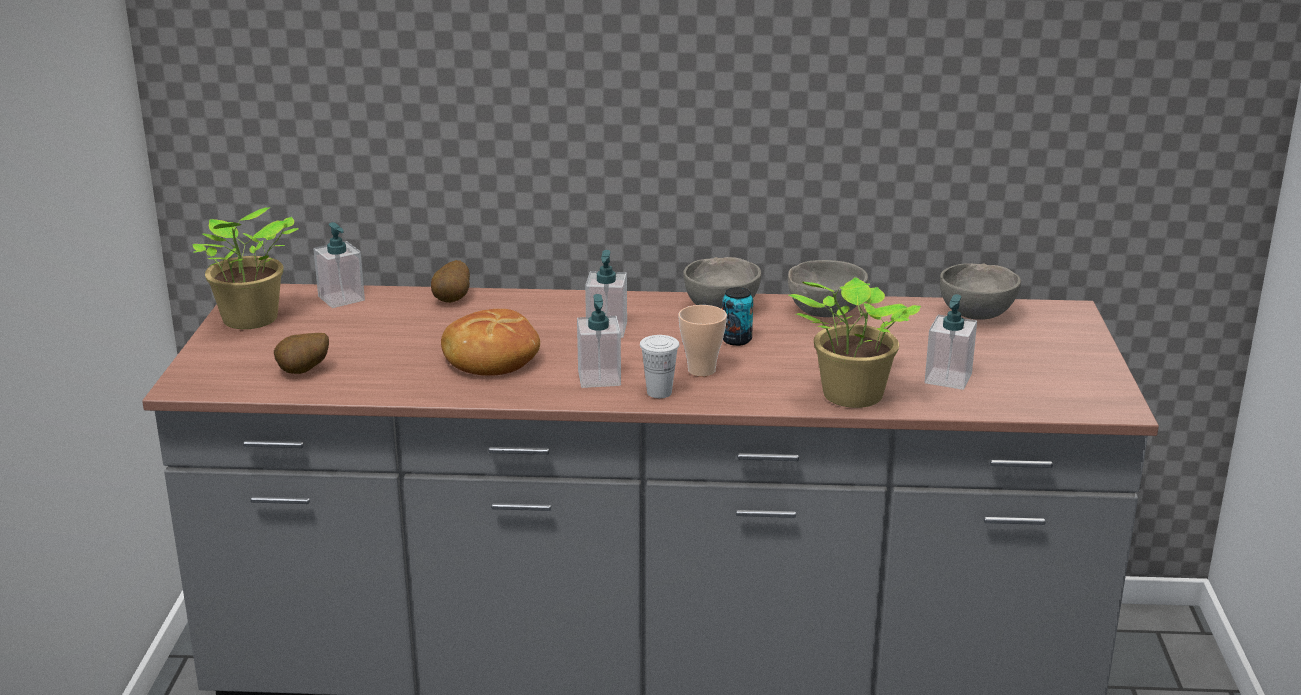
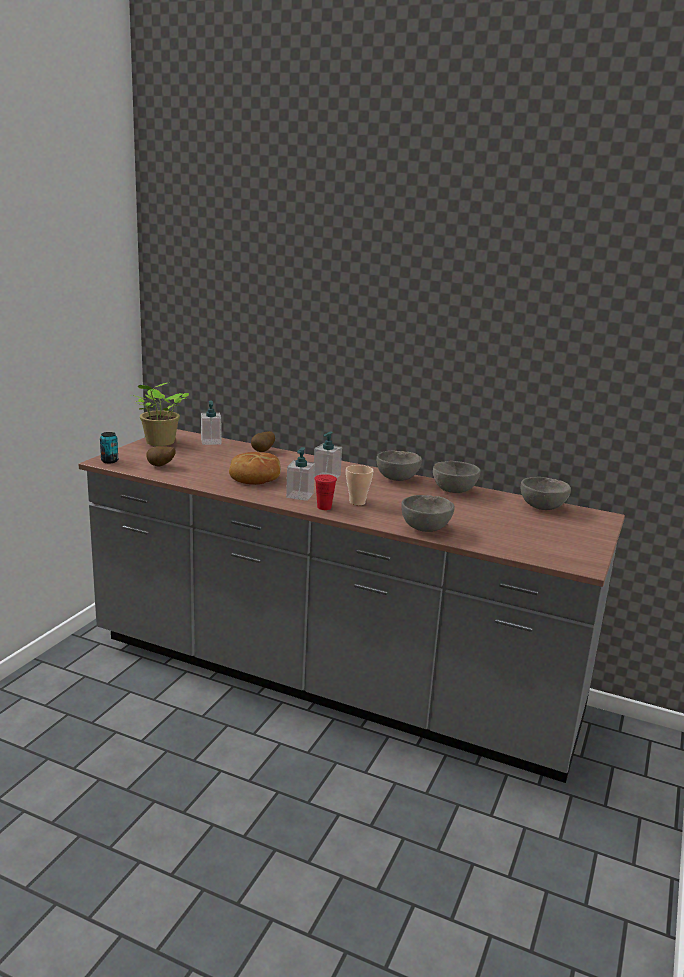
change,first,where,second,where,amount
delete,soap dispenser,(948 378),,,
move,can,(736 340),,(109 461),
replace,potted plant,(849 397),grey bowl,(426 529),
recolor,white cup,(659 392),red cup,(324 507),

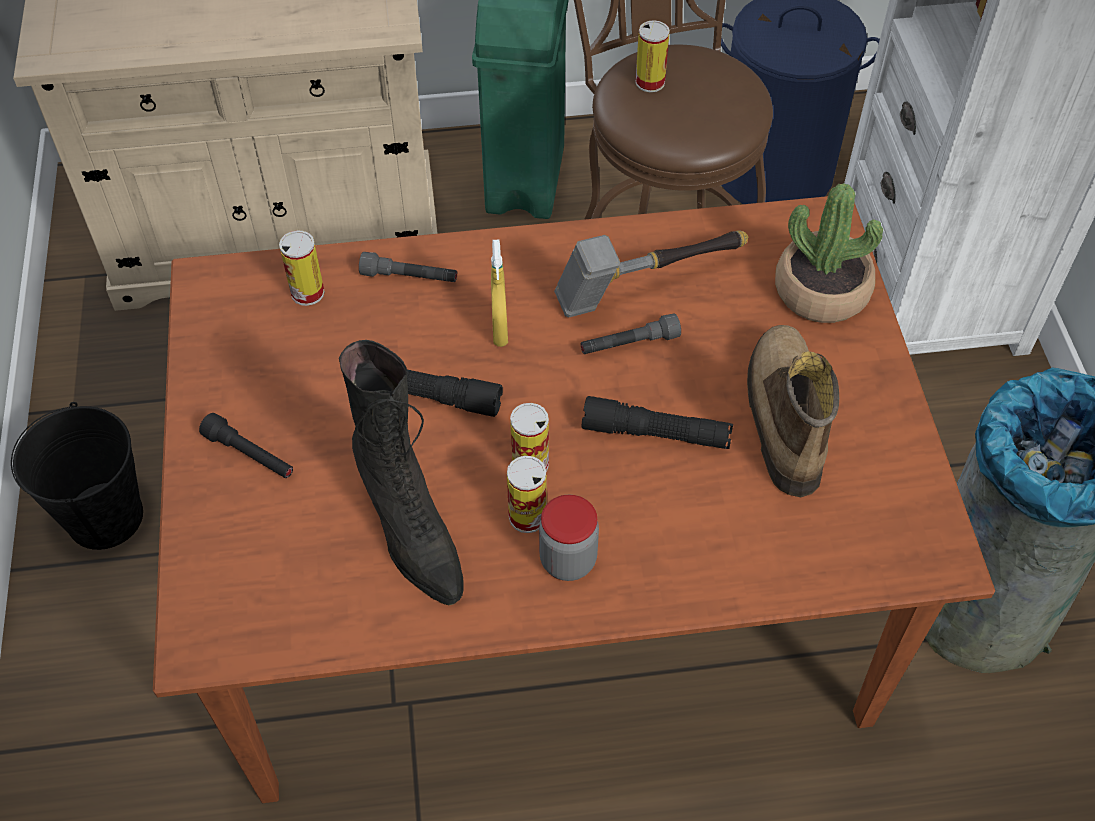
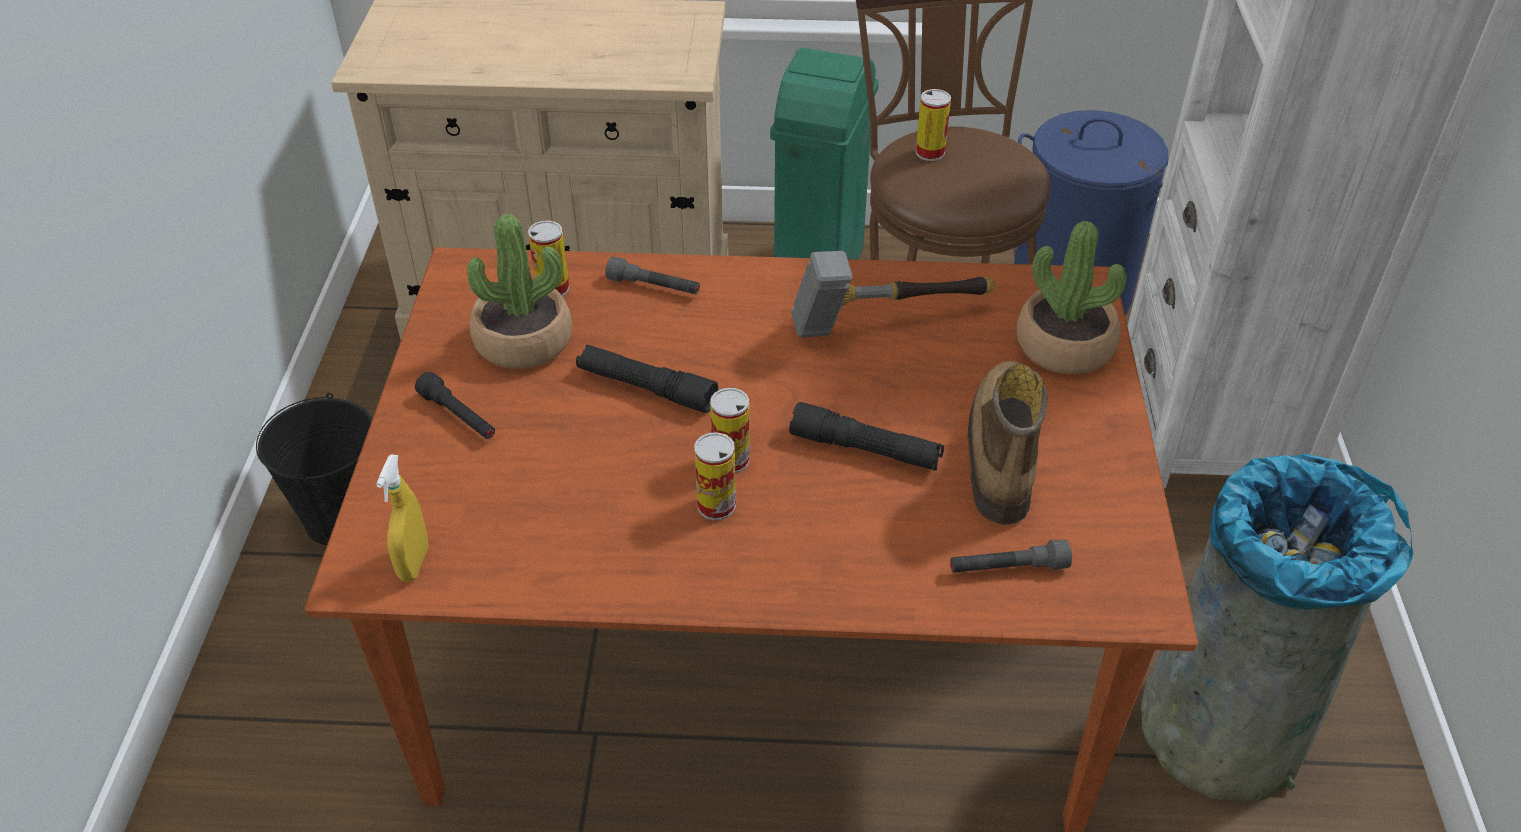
change,first,where,second,where,amount
delete,black boot,(410 530),,,
delete,jar,(568 560),,,
insert,,,potted plant,(523 341),
move,yellow spray bottle,(500 330),,(414 563),
move,grey flashlight,(629 344),,(1007 568),

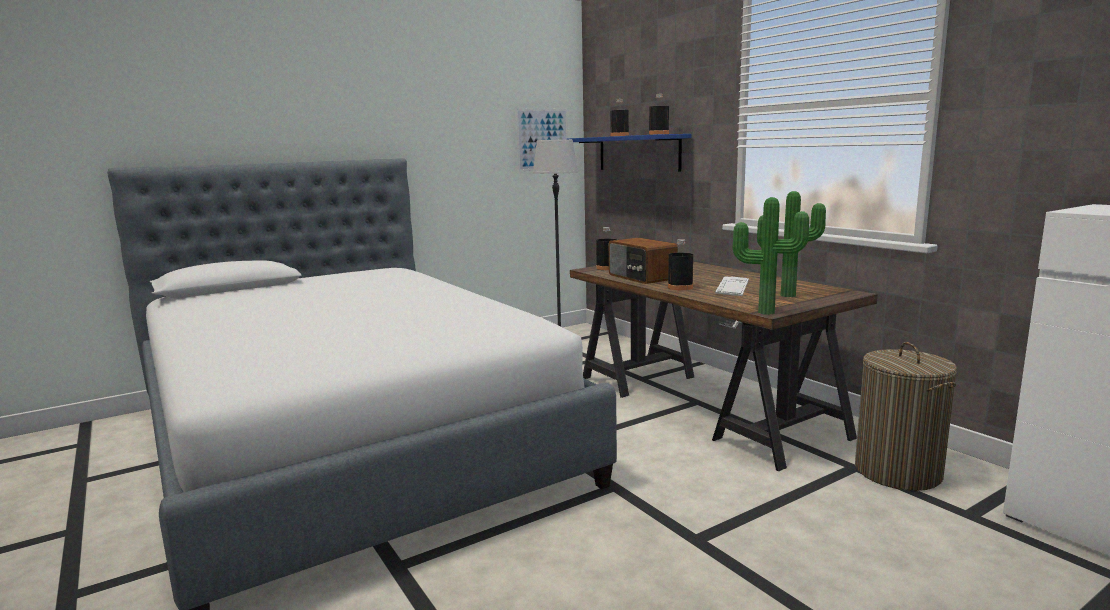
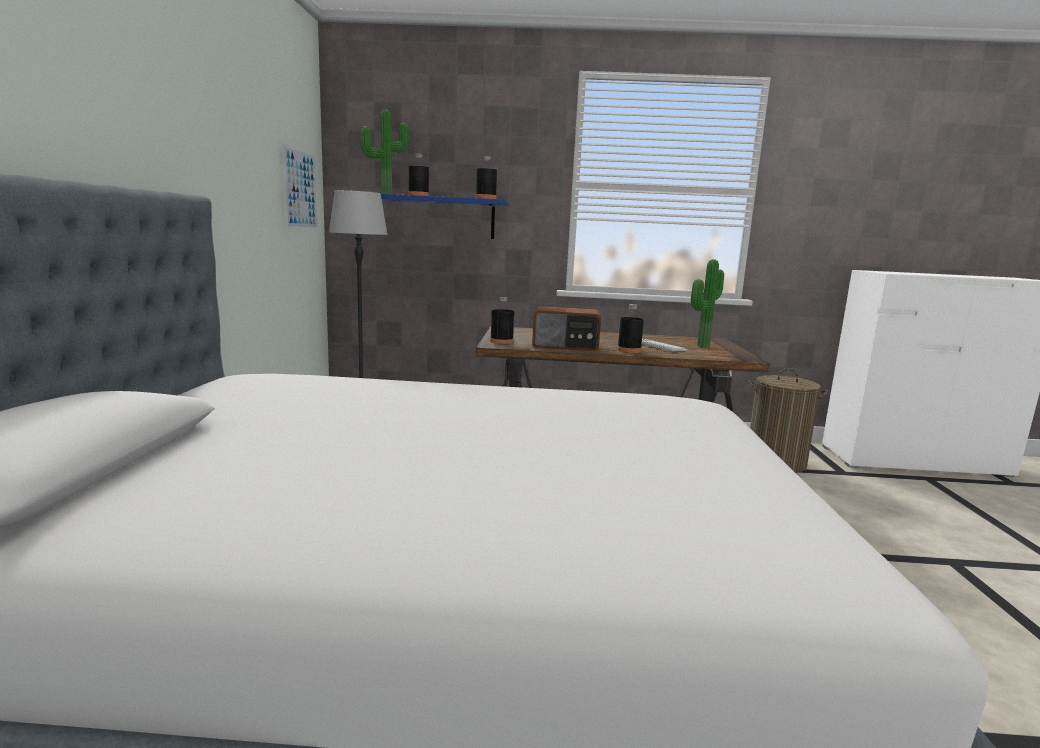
change,first,where,second,where,amount
move,potted plant,(766 311),,(385 194),

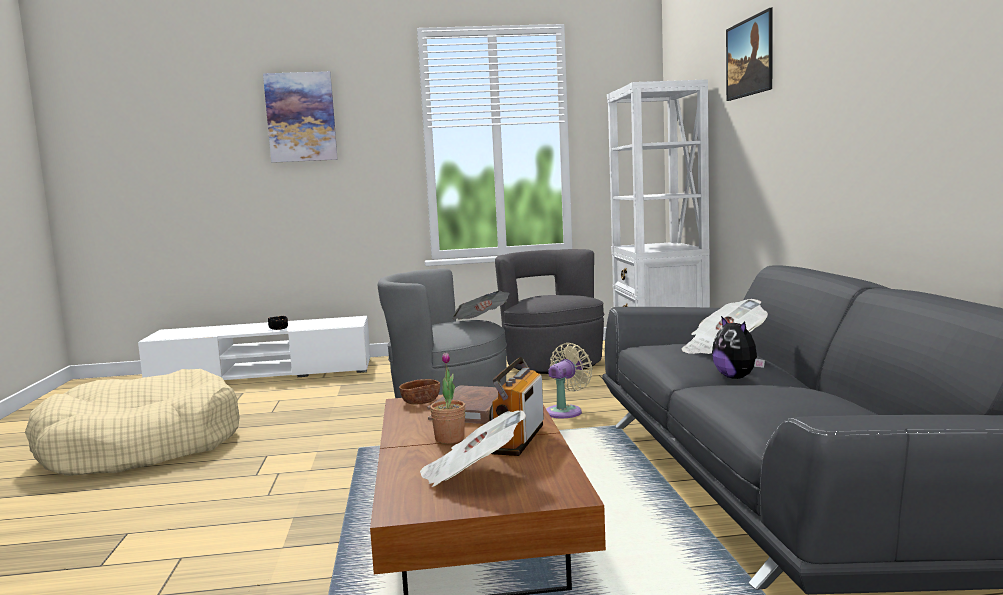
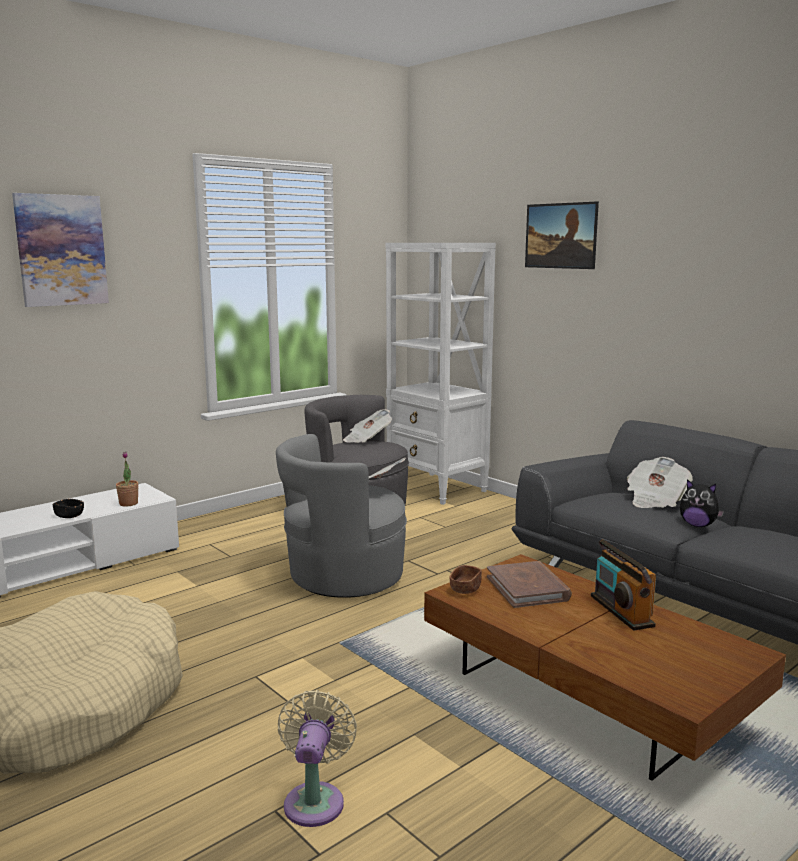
change,first,where,second,where,amount
move,newspaper,(471 475),,(367 439),
move,potted plant,(449 439),,(128 503),
move,beige fan,(566 411),,(315 799),

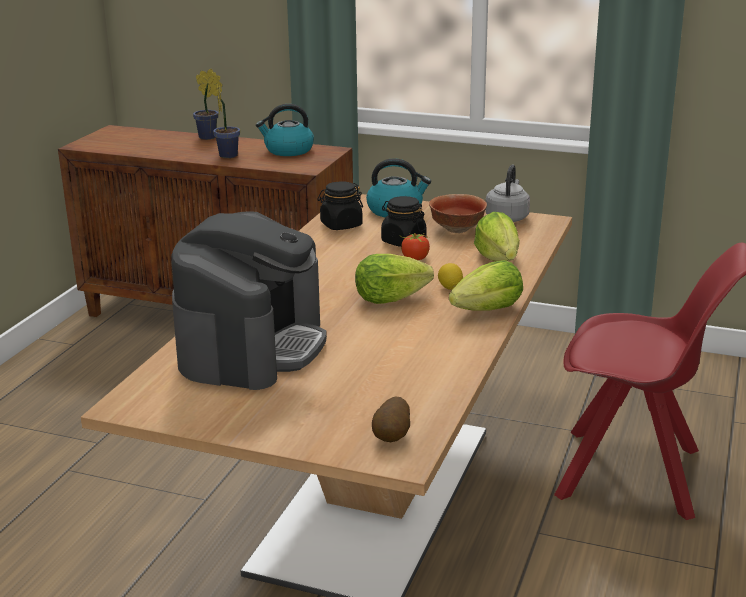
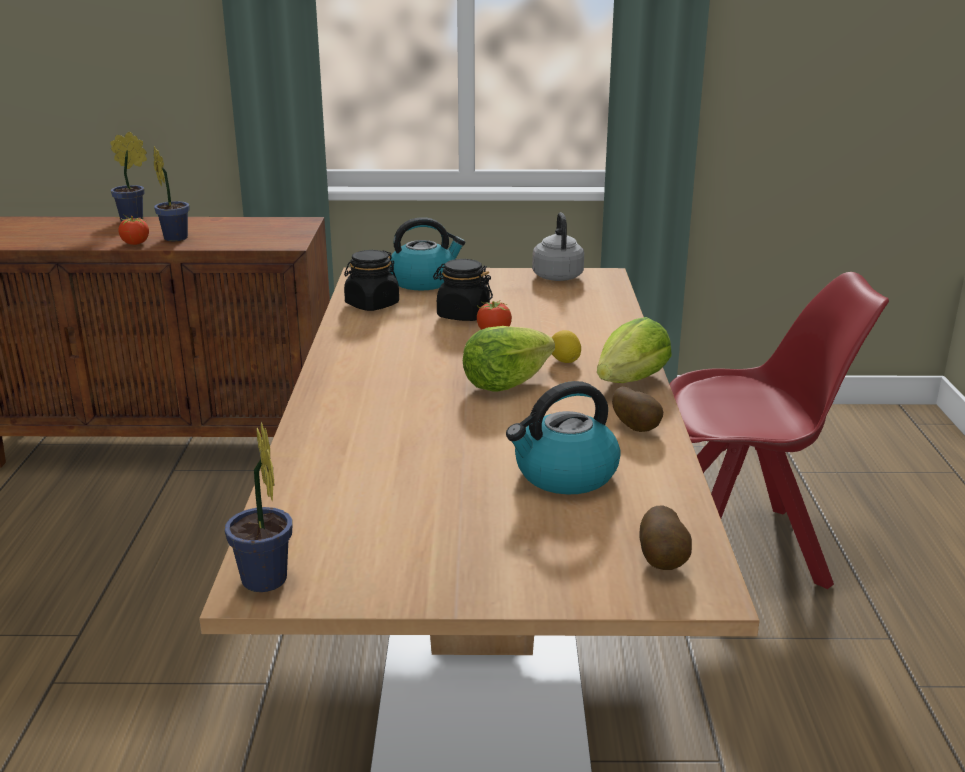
change,first,where,second,where,amount
delete,coffee machine,(252 347),,,
delete,bowl,(458 229),,,
delete,lettuce,(498 259),,,
insert,,,tomato,(135 243),
insert,,,potted plant,(265 583),
insert,,,potato,(637 428),
move,kettle,(288 150),,(564 475),

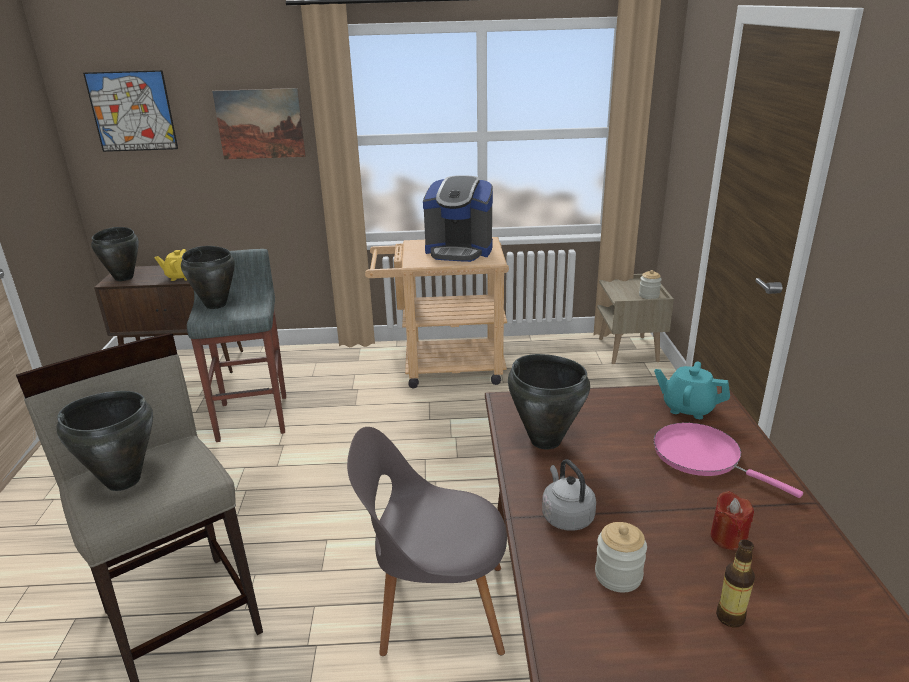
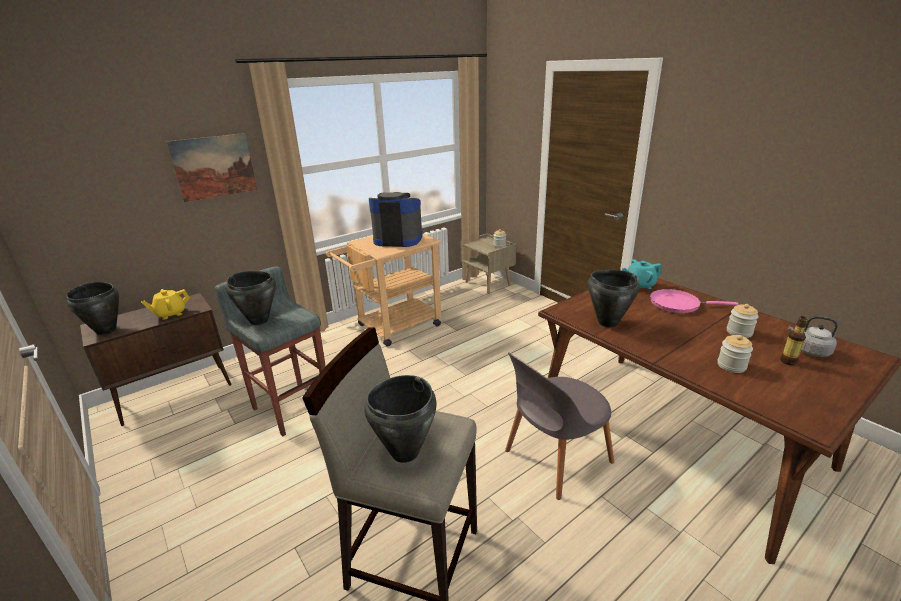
change,first,where,second,where,amount
delete,picture,(132 111),,,
move,grey kettle,(566 516),,(809 351),
replace,red candle,(728 538),jar,(739 332),
rotate,coffee machine,(459 251),,(398 239),150 degrees counterclockwise

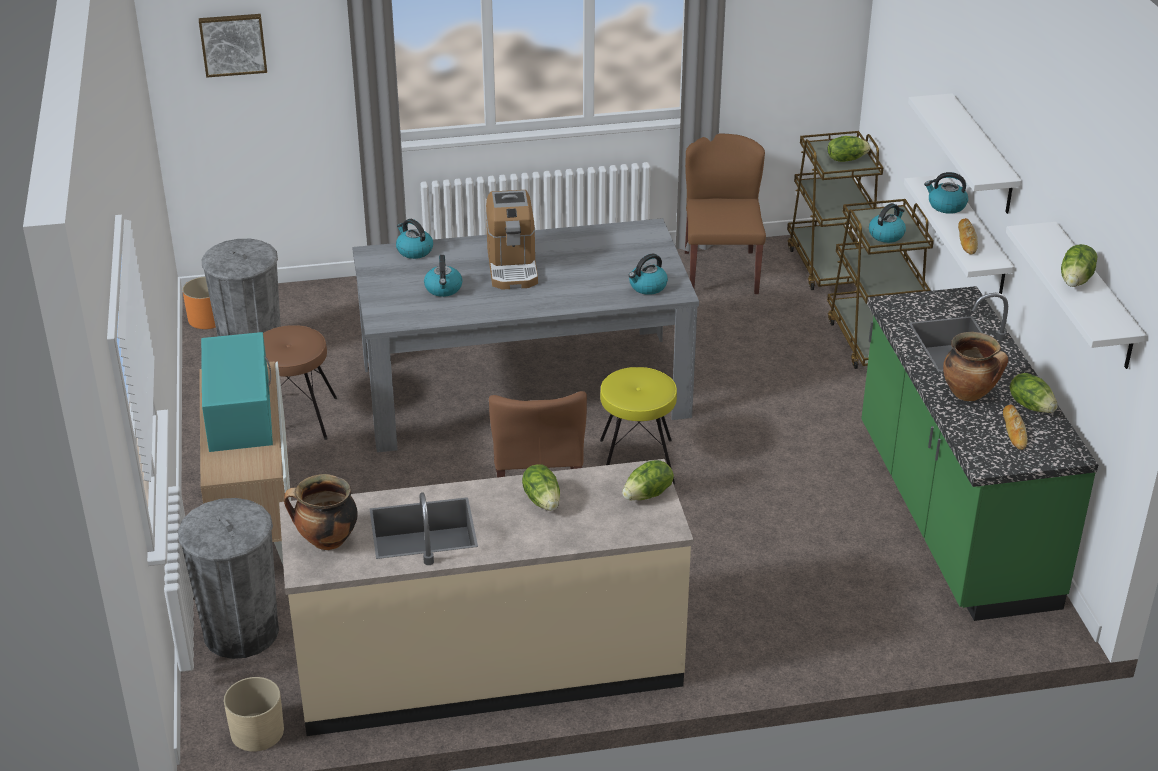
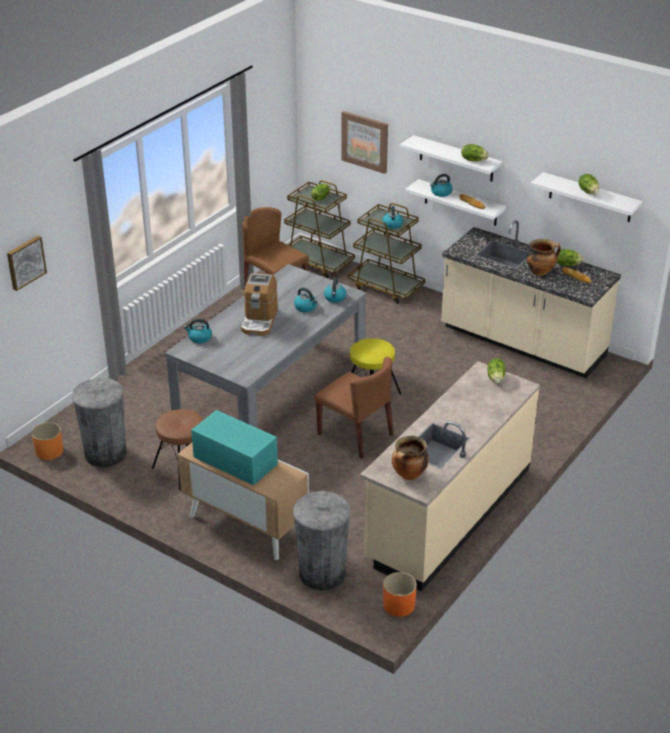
change,first,where,second,where,amount
insert,,,picture,(365 141),
move,kettle,(443 289),,(306 307),
move,lettuce,(543 500),,(473 160),
recolor,beige planter,(256 732),orange planter,(398 605),
recolor,green counter,(952 517),beige counter,(522 343),
rotate,coffee machine,(512 266),,(259 320),60 degrees clockwise

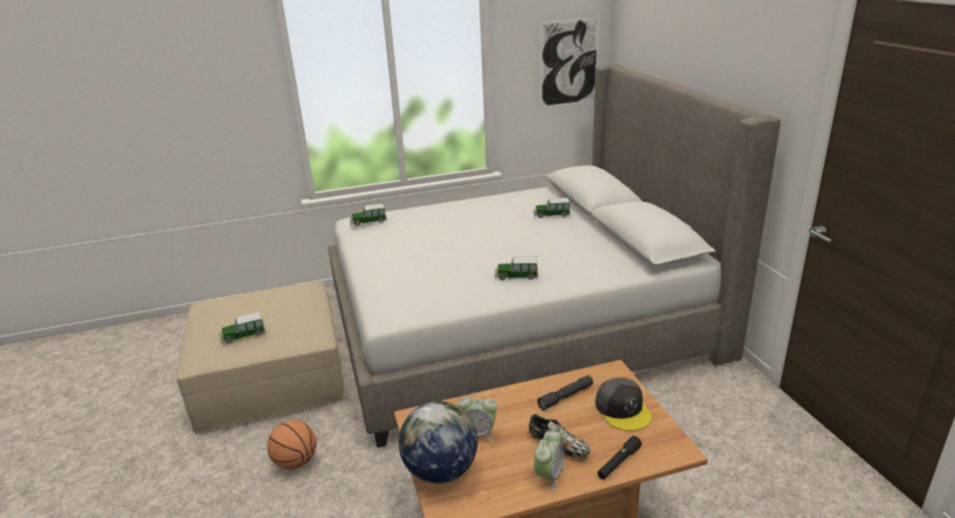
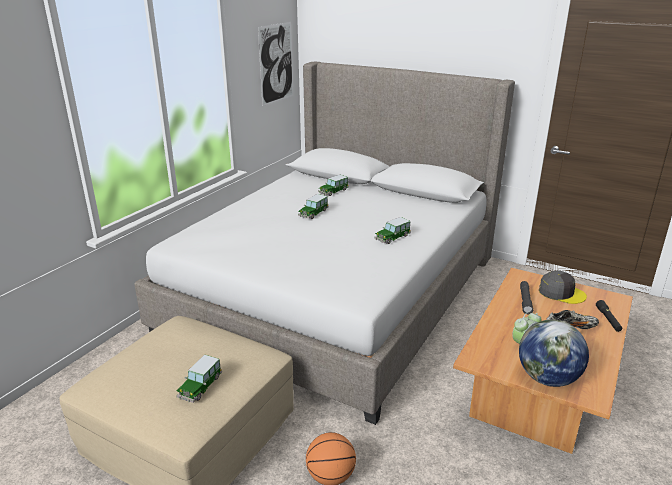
change,first,where,second,where,amount
delete,alarm clock,(549 476),,,
move,toy car,(368 221),,(313 213),

